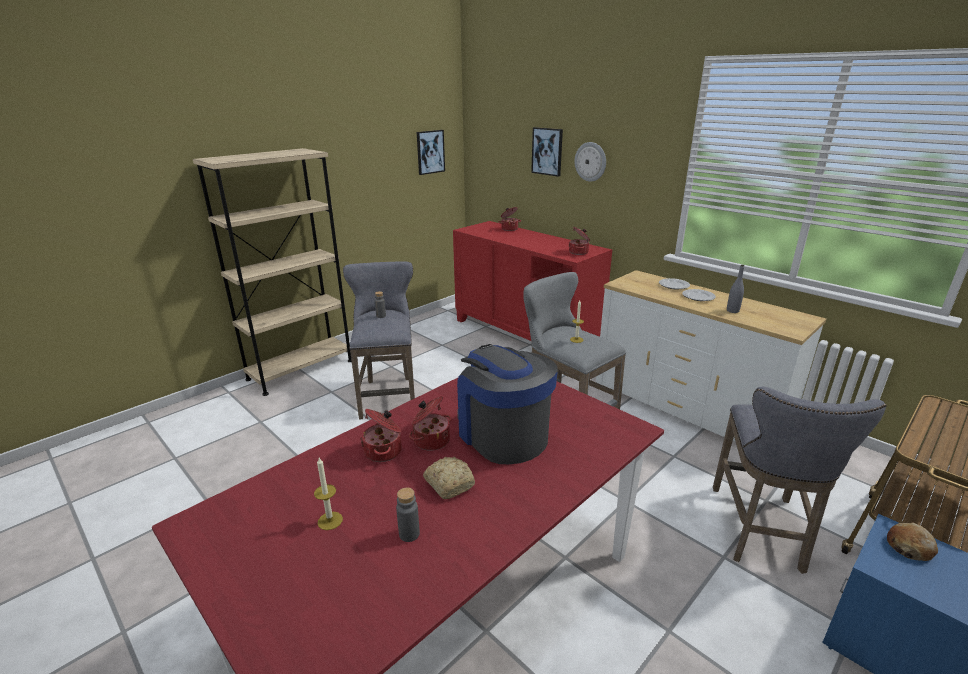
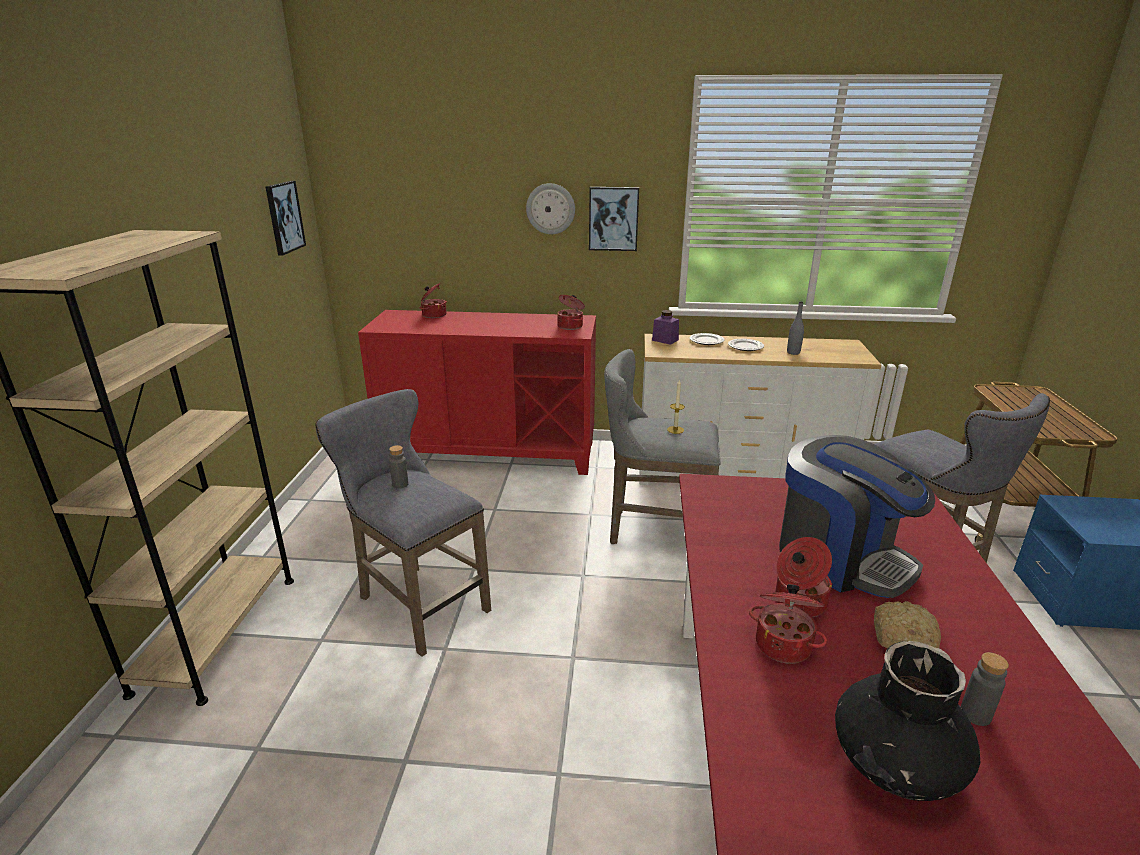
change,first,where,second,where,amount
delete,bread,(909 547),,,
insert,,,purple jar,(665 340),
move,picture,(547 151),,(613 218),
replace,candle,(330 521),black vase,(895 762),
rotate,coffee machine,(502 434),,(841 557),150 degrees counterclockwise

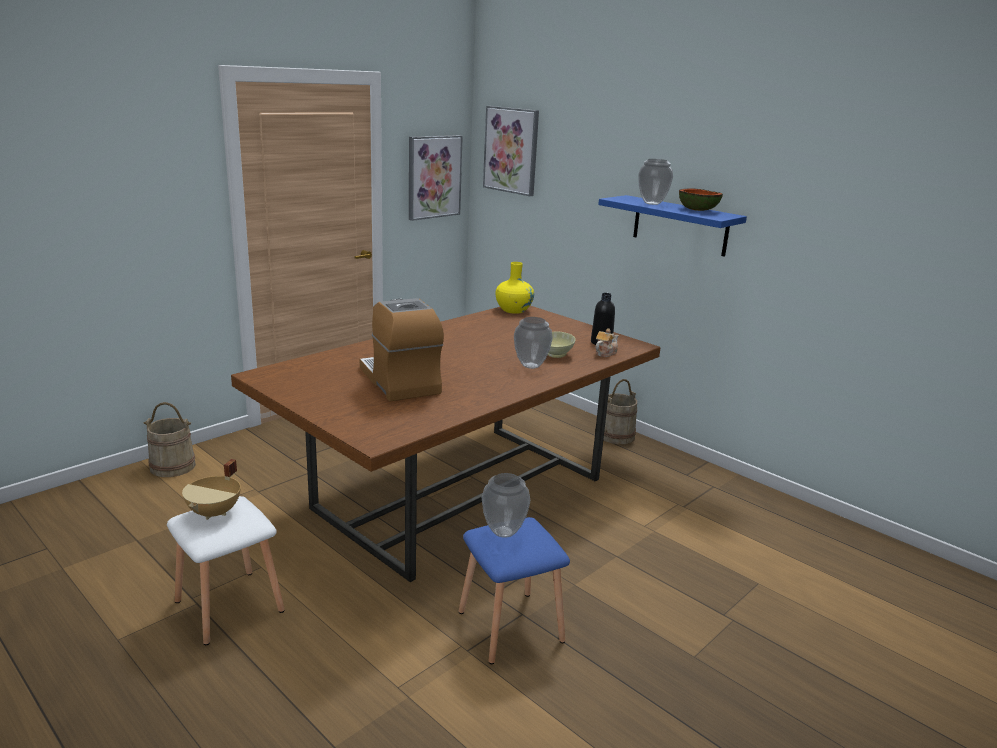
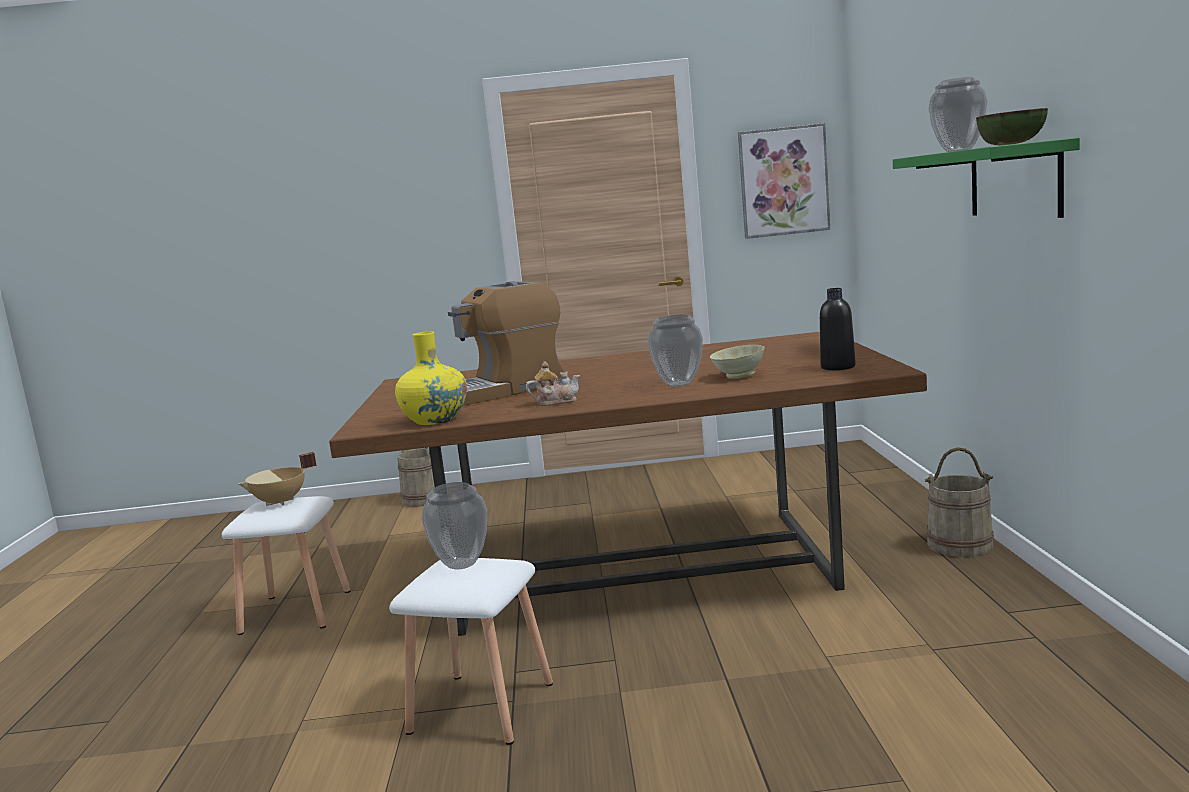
change,first,where,second,where,amount
delete,picture,(511 150),,,
move,yellow vase,(513 310),,(435 420),
move,teapot,(605 353),,(555 402),
recolor,blue stool,(509 627),white stool,(479 708),
recolor,blue shelf,(680 225),green shelf,(1014 181),
rotate,coffee machine,(400 381),,(503 390),135 degrees counterclockwise

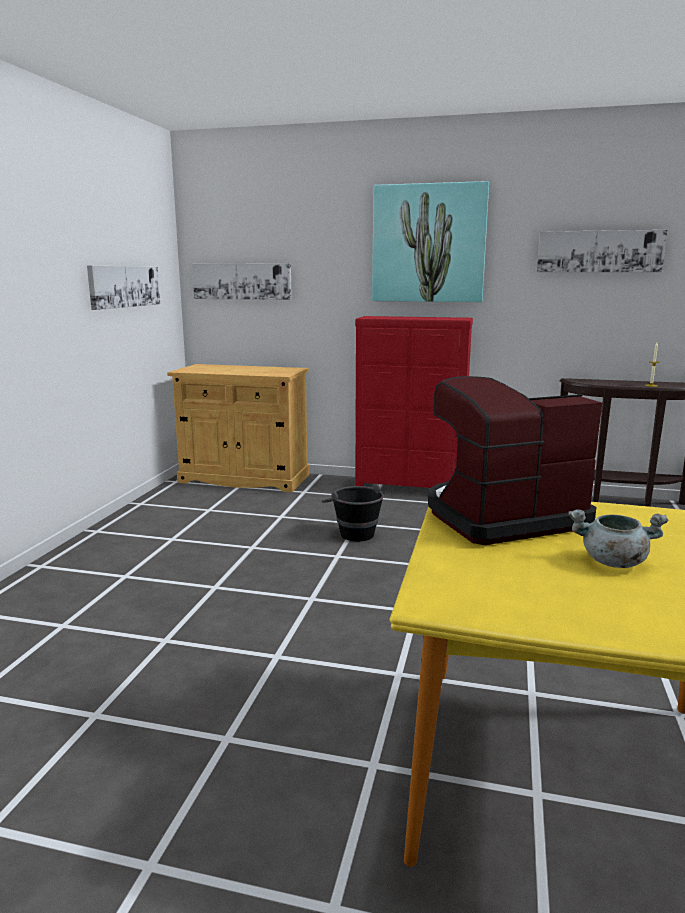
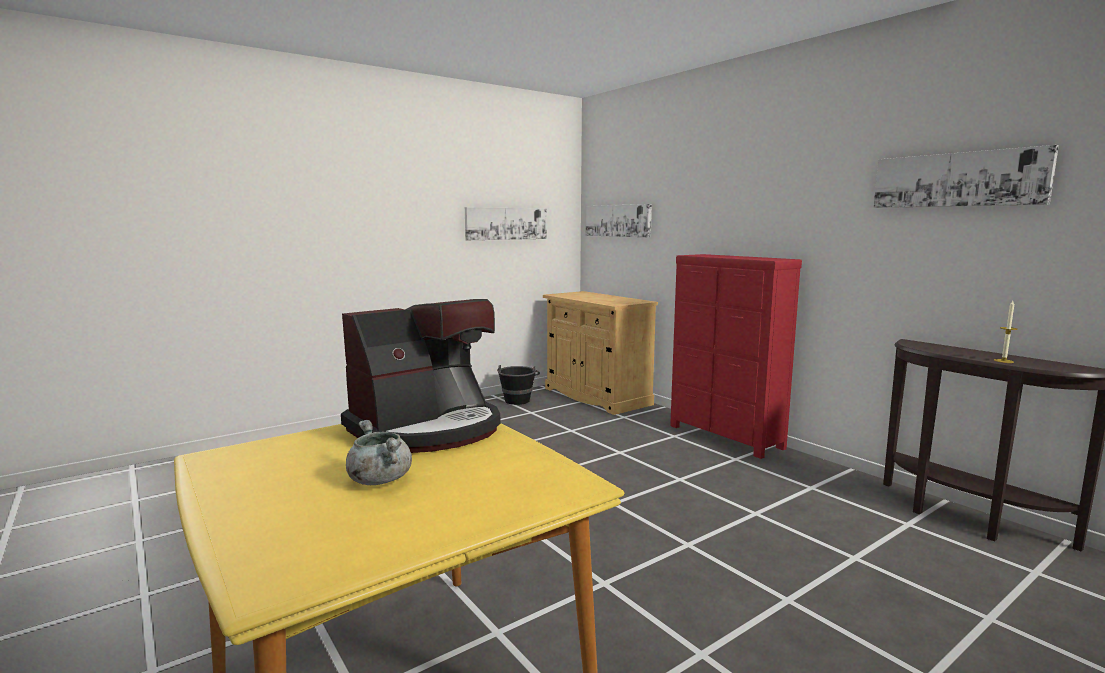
change,first,where,second,where,amount
delete,picture,(428 244),,,
move,black bucket,(353 532),,(518 399),
rotate,coffee machine,(501 517),,(427 429),120 degrees clockwise

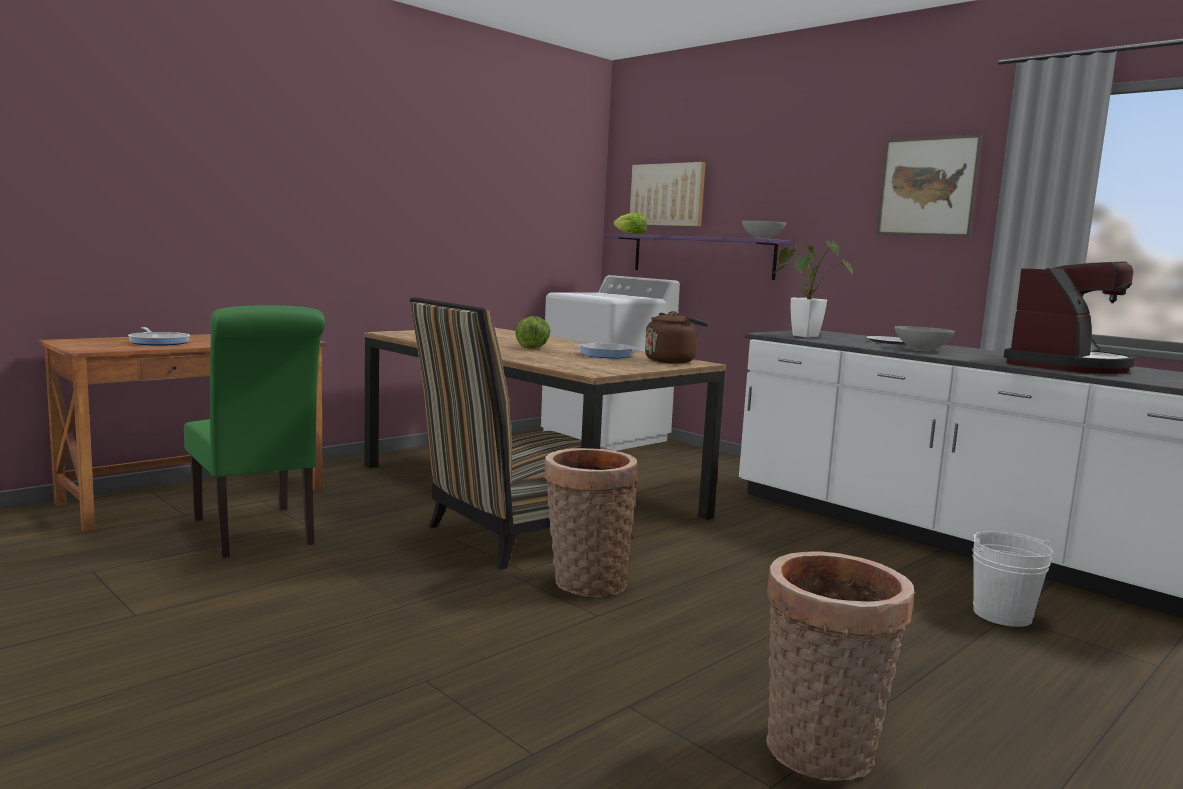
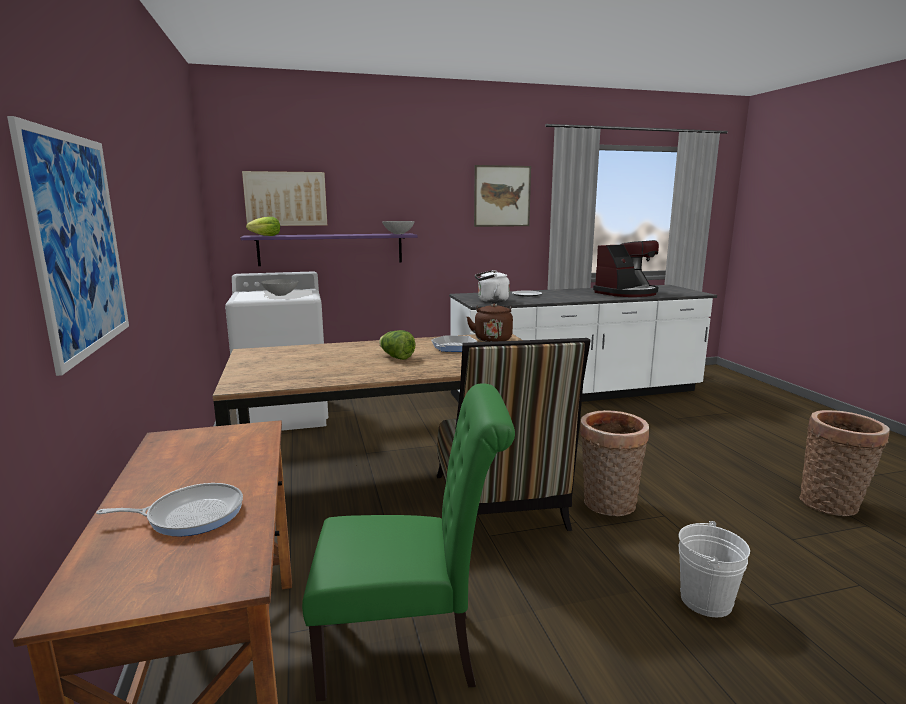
change,first,where,second,where,amount
insert,,,picture,(79 244),
move,grey bowl,(922 350),,(281 294),
move,white bucket,(1002 614),,(706 600),
replace,potted plant,(801 335),white kettle,(491 301),
rotate,coffee machine,(1067 366),,(626 293),75 degrees clockwise

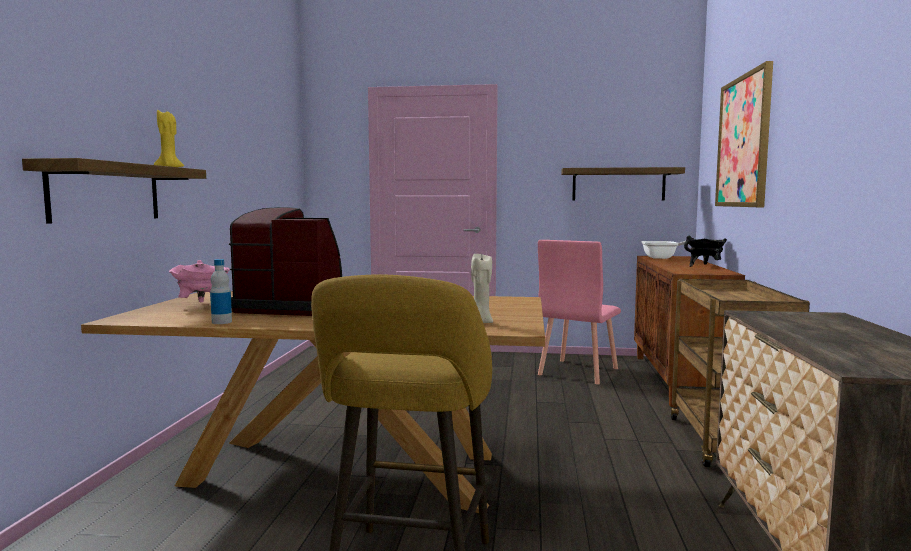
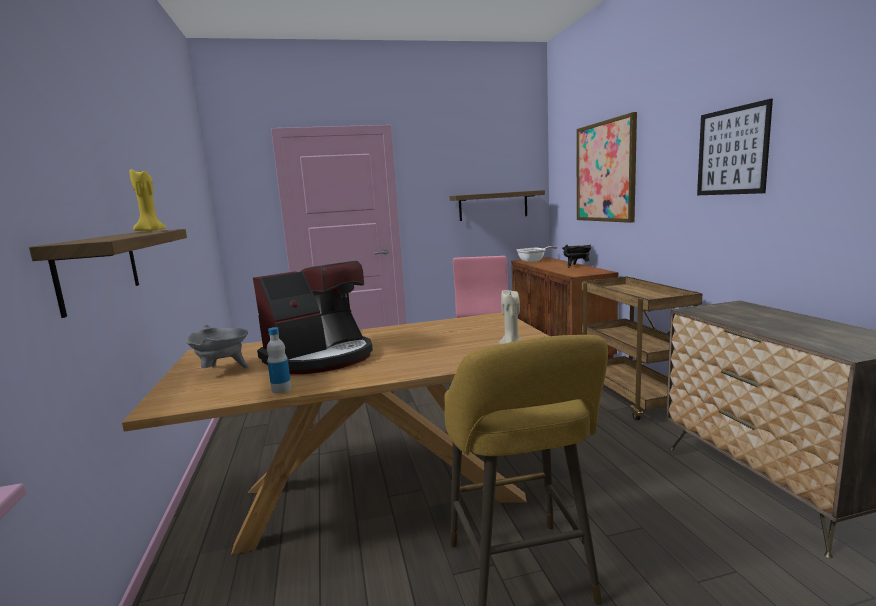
change,first,where,second,where,amount
insert,,,picture,(732 151),
recolor,pink cooking pot,(202 305),grey cooking pot,(223 370),
rotate,coffee machine,(293 307),,(320 357),150 degrees clockwise

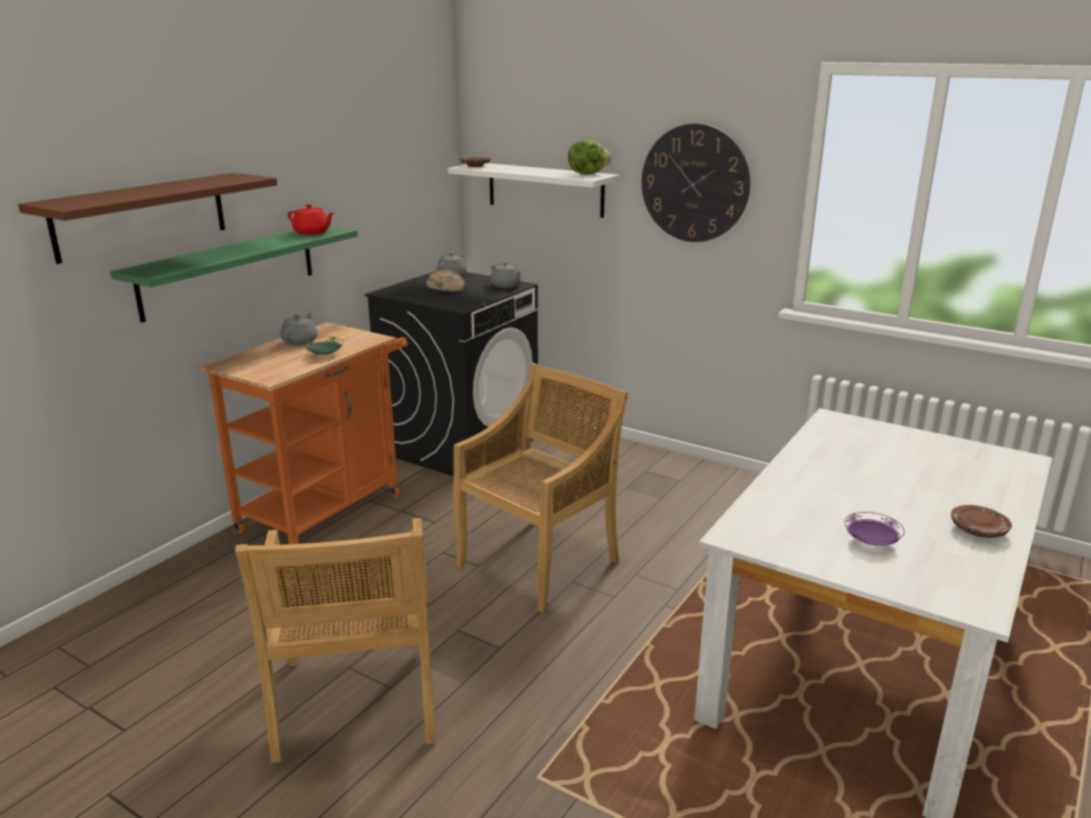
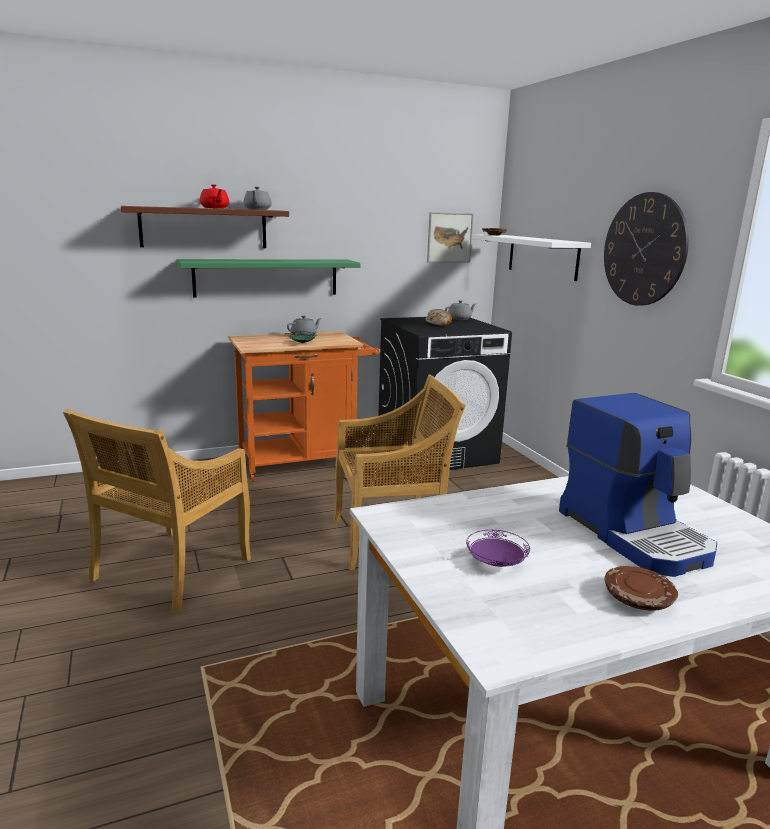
change,first,where,second,where,amount
delete,lettuce,(587 174),,,
insert,,,picture,(449 237),
insert,,,coffee machine,(635 534),
move,red teapot,(312 233),,(214 208),
move,grey teapot,(506 286),,(257 209),

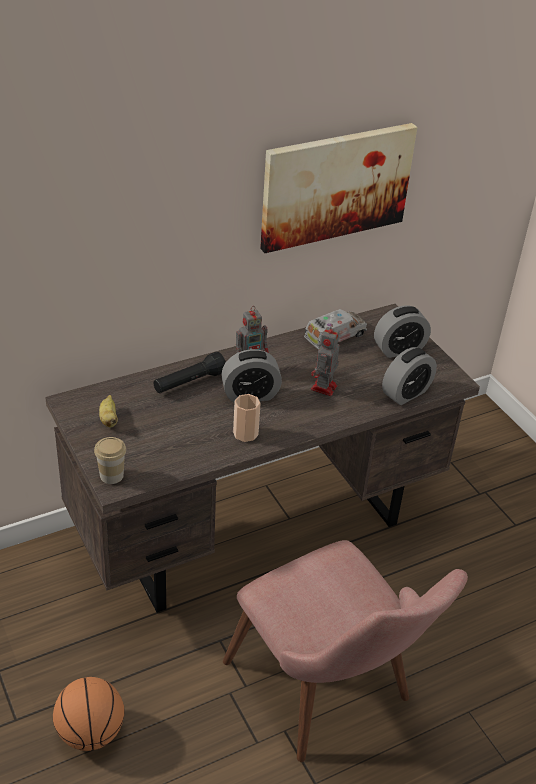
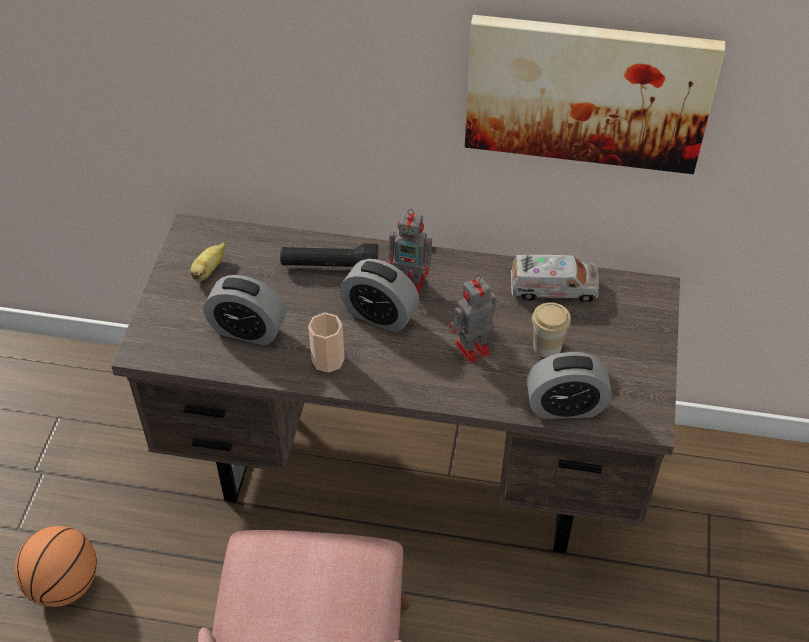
change,first,where,second,where,amount
move,cup,(111 475),,(547 346),
move,alarm clock,(399 349),,(247 330),

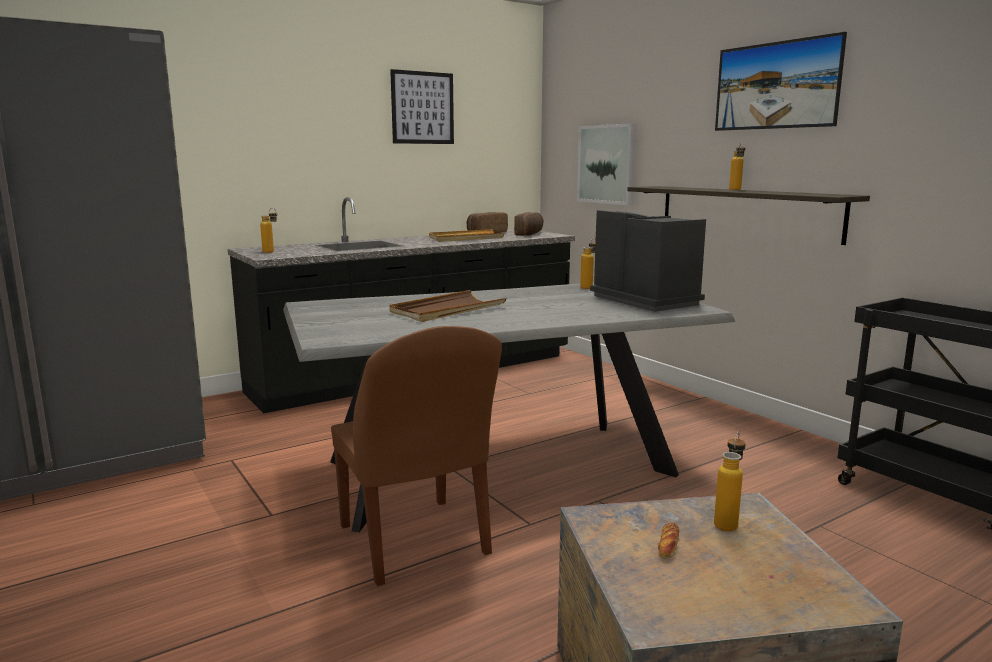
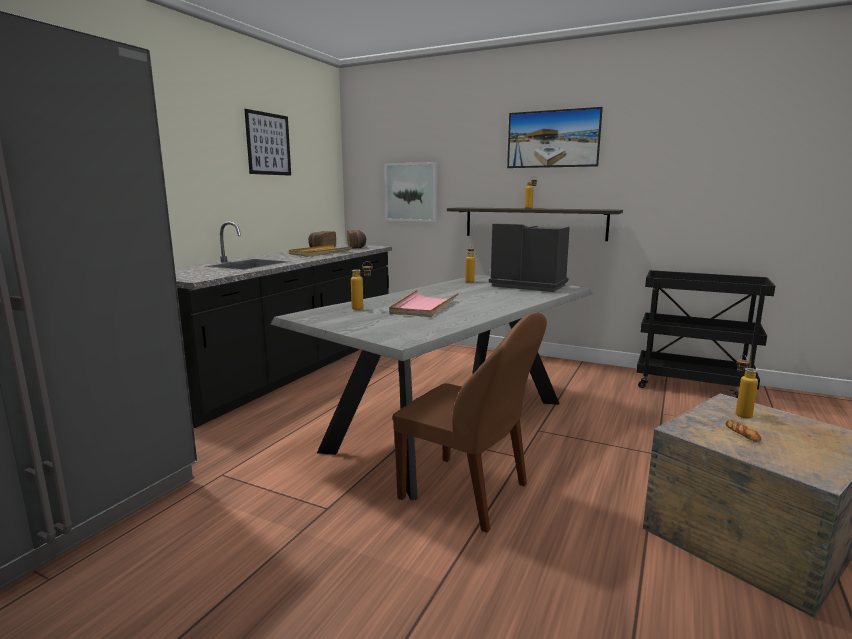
change,first,where,second,where,amount
move,bottle,(271 252),,(362 308),
recolor,brown tray,(447 310),pink tray,(424 307),

